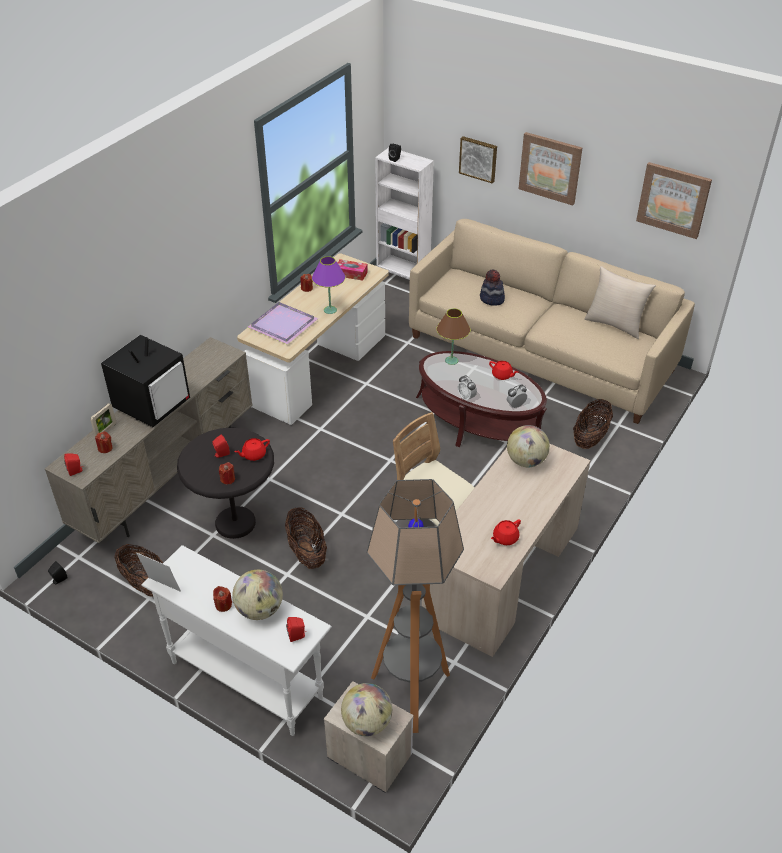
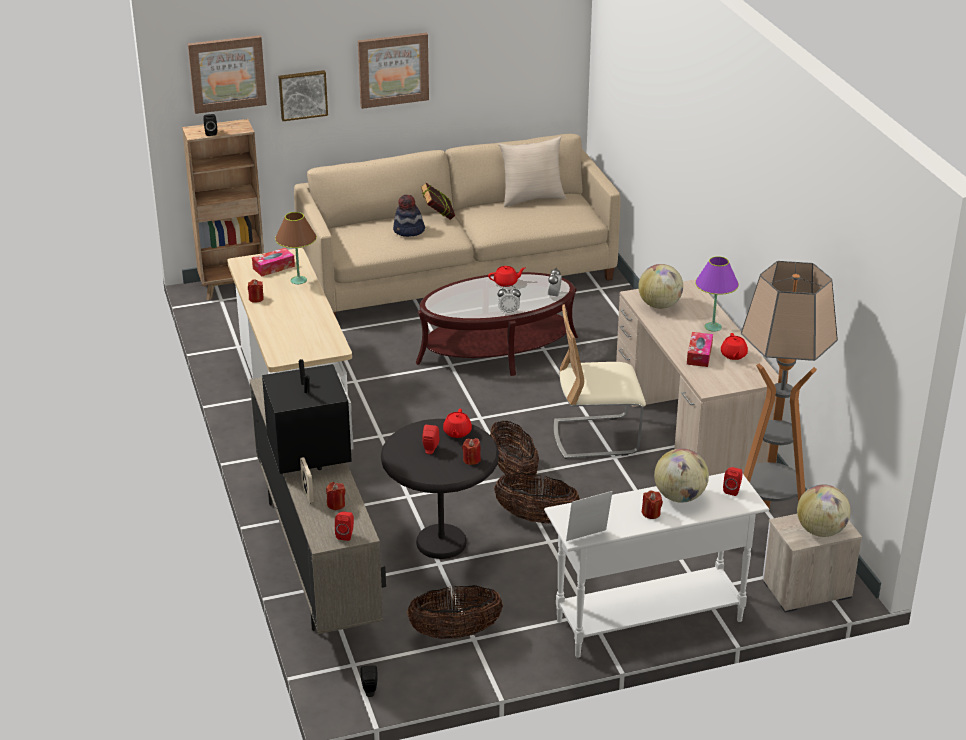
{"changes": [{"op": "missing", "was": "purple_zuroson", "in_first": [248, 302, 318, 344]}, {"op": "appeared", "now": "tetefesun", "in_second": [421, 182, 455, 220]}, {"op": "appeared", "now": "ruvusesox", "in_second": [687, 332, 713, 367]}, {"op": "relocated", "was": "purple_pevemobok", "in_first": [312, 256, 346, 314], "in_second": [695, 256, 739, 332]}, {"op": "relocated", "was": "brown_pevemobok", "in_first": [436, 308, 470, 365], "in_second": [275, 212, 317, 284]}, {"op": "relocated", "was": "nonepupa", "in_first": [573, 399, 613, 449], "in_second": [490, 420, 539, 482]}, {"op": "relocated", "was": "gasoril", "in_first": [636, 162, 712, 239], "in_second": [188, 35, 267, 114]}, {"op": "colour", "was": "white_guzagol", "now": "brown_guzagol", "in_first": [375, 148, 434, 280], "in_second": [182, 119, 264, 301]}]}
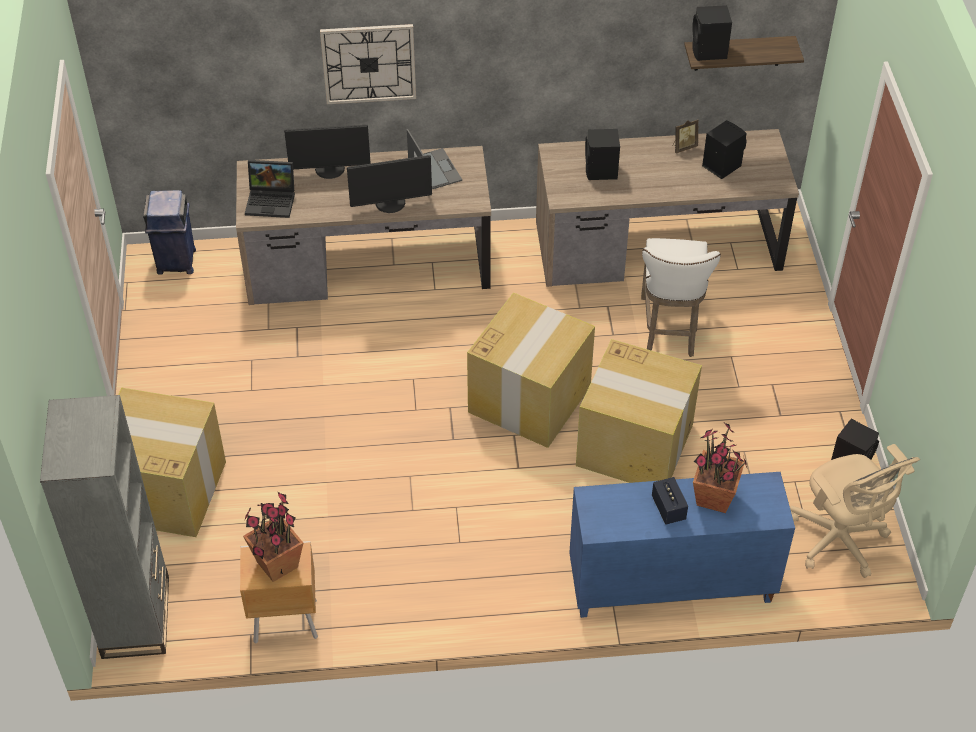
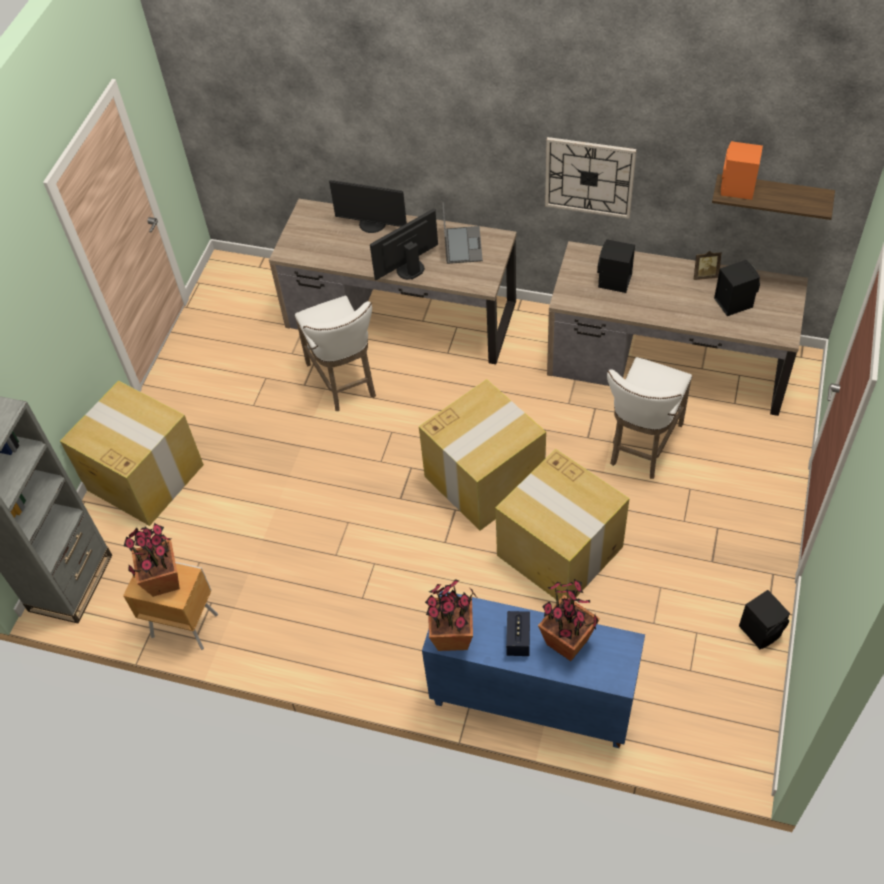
{"changes": [{"op": "missing", "was": "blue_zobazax", "in_first": [143, 190, 196, 275]}, {"op": "missing", "was": "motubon", "in_first": [245, 160, 295, 218]}, {"op": "missing", "was": "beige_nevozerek", "in_first": [790, 444, 920, 578]}, {"op": "appeared", "now": "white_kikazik", "in_second": [295, 296, 376, 411]}, {"op": "appeared", "now": "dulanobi", "in_second": [425, 579, 478, 651]}, {"op": "relocated", "was": "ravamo", "in_first": [320, 24, 416, 104], "in_second": [545, 137, 636, 219]}, {"op": "colour", "was": "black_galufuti", "now": "orange_galufuti", "in_first": [692, 5, 732, 61], "in_second": [721, 141, 763, 200]}, {"op": "spun", "was": "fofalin", "in_first": [347, 155, 432, 213], "in_second": [370, 208, 438, 280], "clockwise": 135}]}
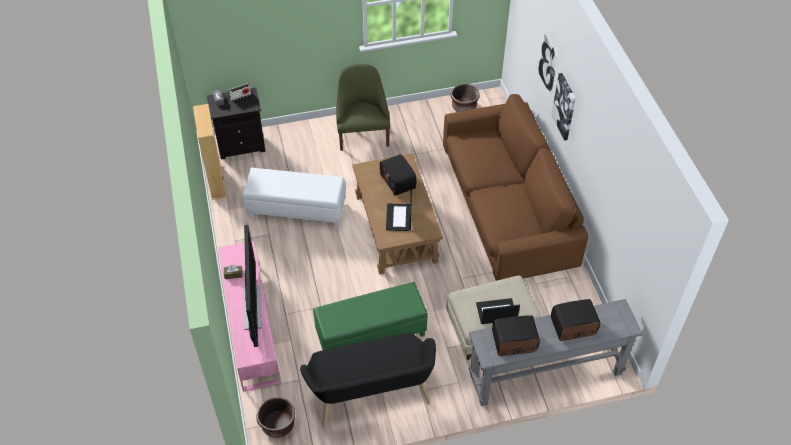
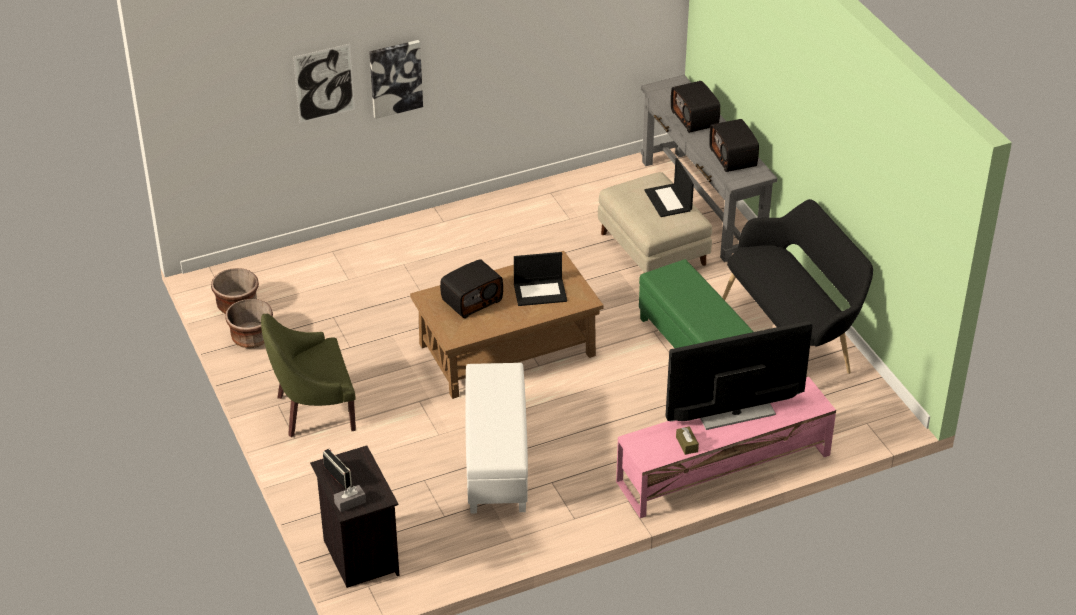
{"changes": [{"op": "missing", "was": "beige_guzagol", "in_first": [193, 104, 227, 200]}, {"op": "missing", "was": "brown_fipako", "in_first": [443, 94, 588, 281]}, {"op": "relocated", "was": "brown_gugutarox", "in_first": [256, 397, 295, 438], "in_second": [225, 299, 273, 348]}]}
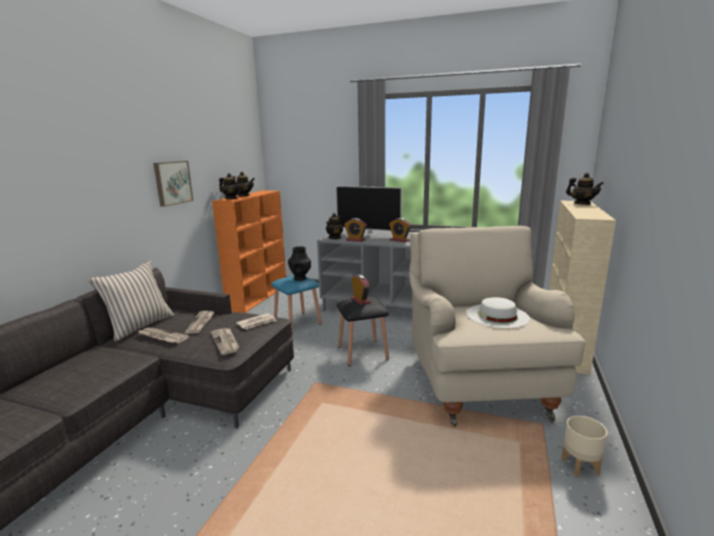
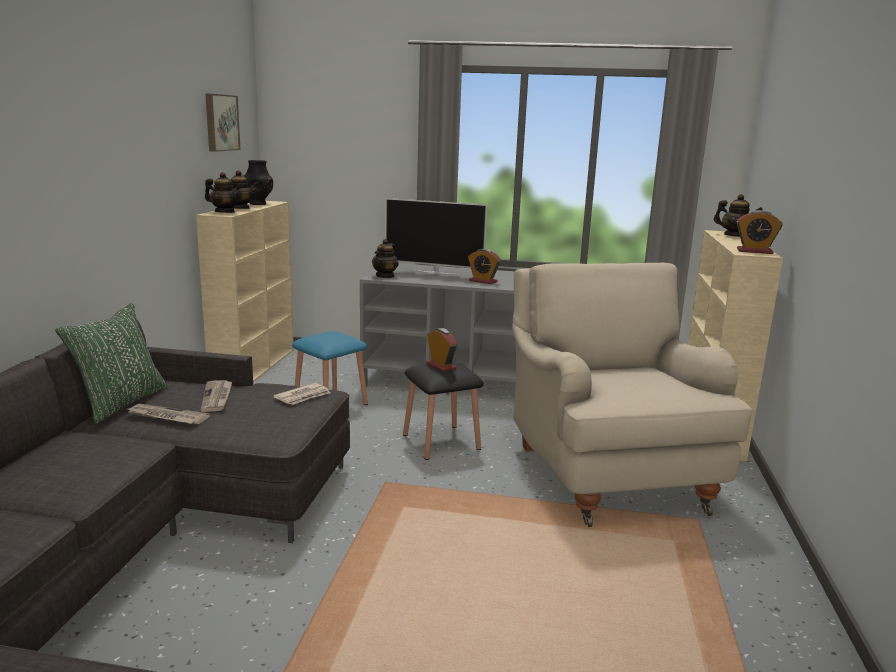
{"changes": [{"op": "missing", "was": "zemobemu", "in_first": [211, 328, 239, 355]}, {"op": "missing", "was": "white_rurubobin", "in_first": [467, 297, 530, 328]}, {"op": "missing", "was": "beige_gugutarox", "in_first": [561, 416, 607, 478]}, {"op": "relocated", "was": "gasoril", "in_first": [153, 161, 193, 207], "in_second": [205, 93, 240, 152]}, {"op": "relocated", "was": "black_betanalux", "in_first": [288, 246, 311, 281], "in_second": [244, 160, 273, 205]}, {"op": "relocated", "was": "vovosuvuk", "in_first": [344, 218, 367, 242], "in_second": [737, 210, 783, 254]}, {"op": "colour", "was": "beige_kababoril", "now": "green_kababoril", "in_first": [88, 260, 174, 341], "in_second": [55, 303, 168, 424]}, {"op": "colour", "was": "orange_guzagol", "now": "beige_guzagol", "in_first": [212, 190, 286, 313], "in_second": [196, 201, 294, 382]}]}
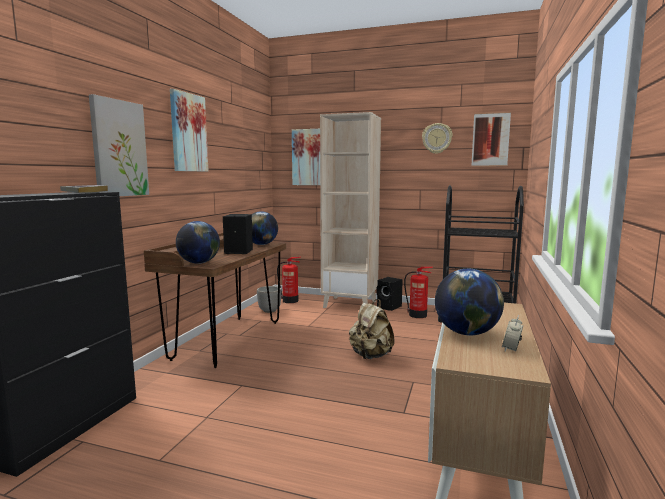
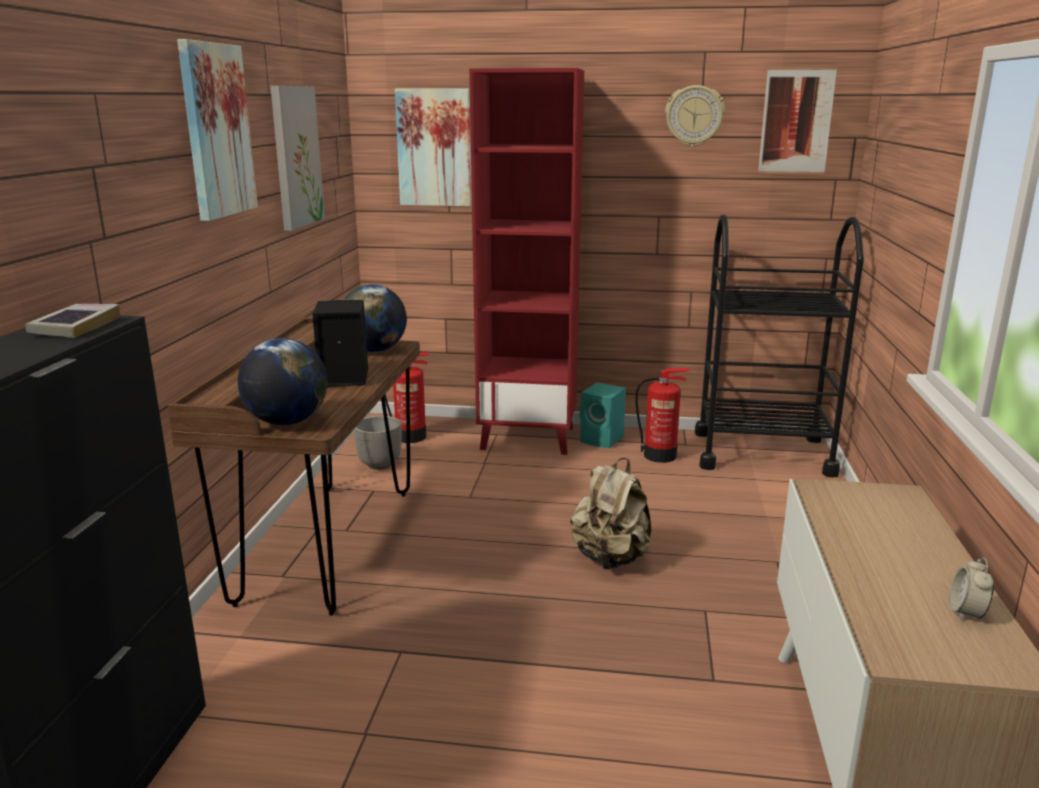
{"changes": [{"op": "missing", "was": "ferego", "in_first": [435, 269, 504, 335]}, {"op": "relocated", "was": "gasoril", "in_first": [89, 94, 149, 196], "in_second": [271, 86, 325, 231]}, {"op": "colour", "was": "beige_guzagol", "now": "red_guzagol", "in_first": [320, 112, 381, 308], "in_second": [469, 68, 584, 455]}, {"op": "colour", "was": "black_galufuti", "now": "turquoise_galufuti", "in_first": [377, 277, 403, 311], "in_second": [580, 383, 626, 448]}]}
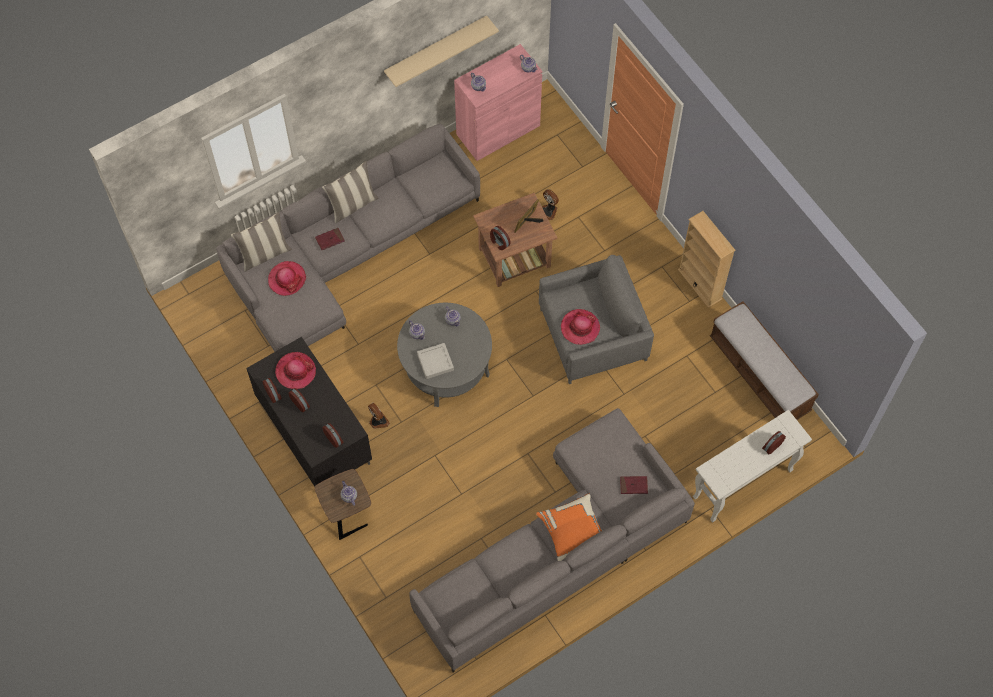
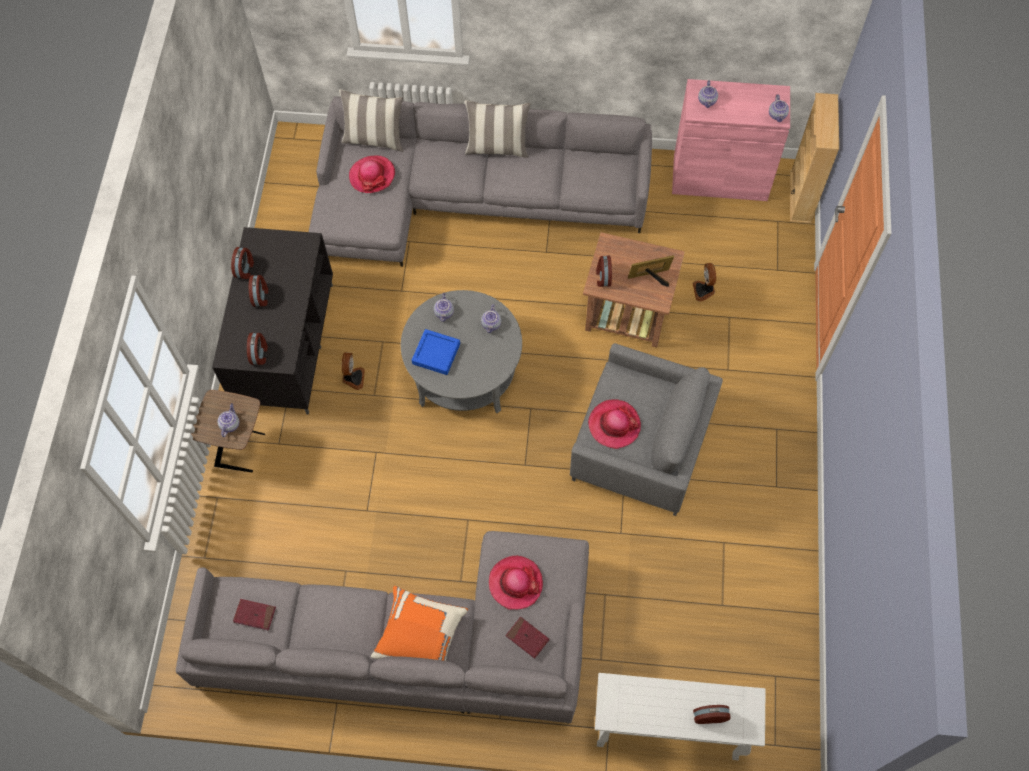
{"changes": [{"op": "missing", "was": "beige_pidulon", "in_first": [384, 15, 499, 87]}, {"op": "missing", "was": "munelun", "in_first": [710, 301, 819, 420]}, {"op": "relocated", "was": "rurubobin", "in_first": [275, 352, 316, 389], "in_second": [489, 556, 543, 610]}, {"op": "relocated", "was": "red_tetefesun", "in_first": [315, 228, 345, 250], "in_second": [233, 599, 276, 631]}, {"op": "relocated", "was": "beige_guzagol", "in_first": [678, 211, 735, 308], "in_second": [790, 93, 839, 224]}, {"op": "colour", "was": "grey_zuroson", "now": "blue_zuroson", "in_first": [417, 343, 454, 379], "in_second": [412, 329, 460, 375]}]}
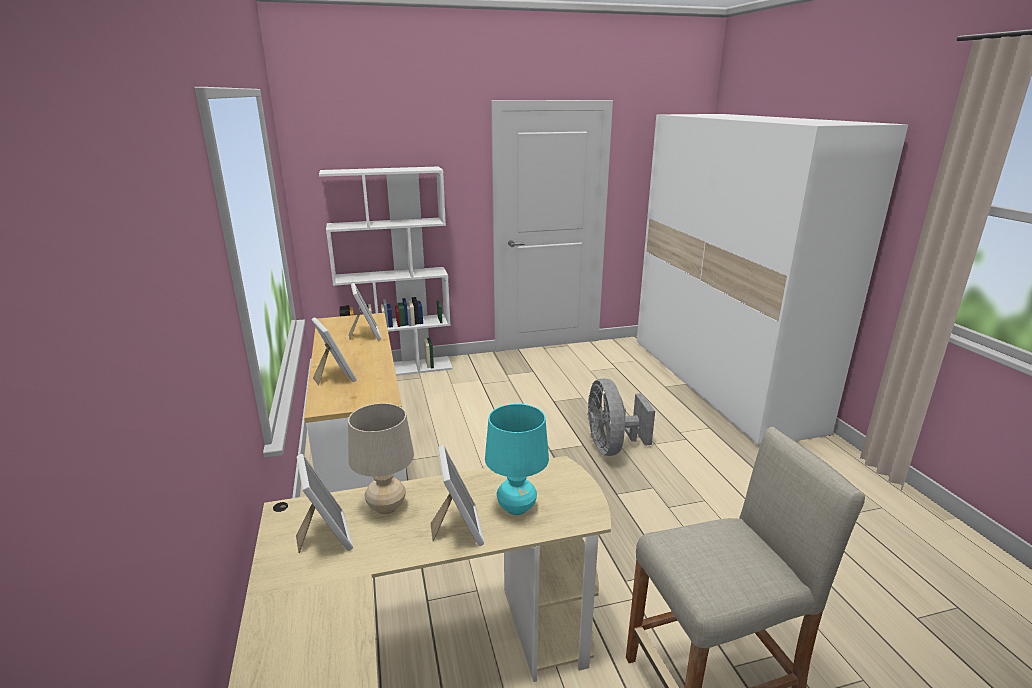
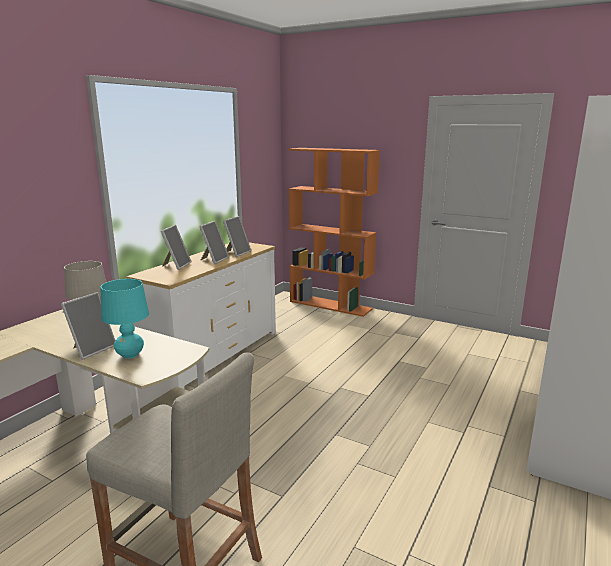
{"changes": [{"op": "missing", "was": "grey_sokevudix", "in_first": [587, 378, 655, 456]}, {"op": "relocated", "was": "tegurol", "in_first": [296, 454, 353, 553], "in_second": [199, 221, 229, 264]}, {"op": "colour", "was": "white_guzagol", "now": "orange_guzagol", "in_first": [319, 166, 453, 376], "in_second": [288, 148, 380, 317]}]}
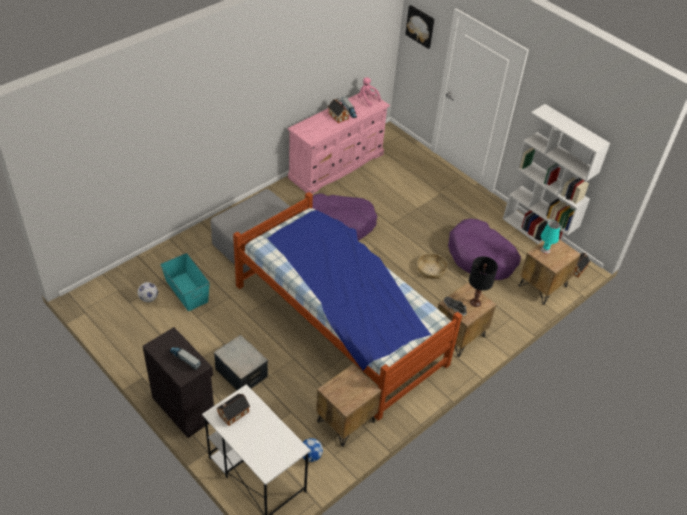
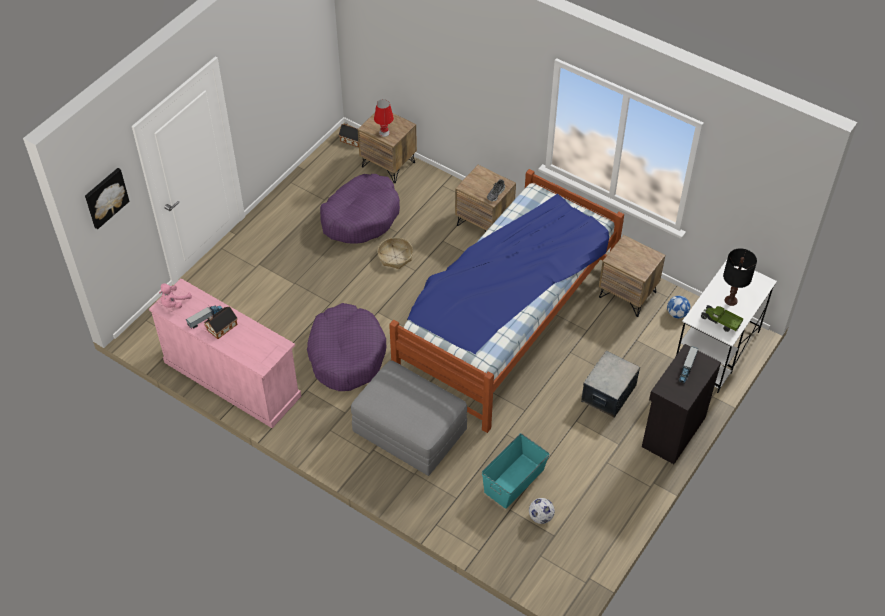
{"changes": [{"op": "missing", "was": "white_guzagol", "in_first": [503, 104, 610, 244]}, {"op": "relocated", "was": "black_pevemobok", "in_first": [469, 256, 498, 307], "in_second": [723, 248, 757, 306]}, {"op": "exchanged", "was": "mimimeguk", "now": "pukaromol", "in_first": [216, 394, 250, 426], "in_second": [700, 305, 744, 332]}, {"op": "colour", "was": "turquoise_pevemobok", "now": "red_pevemobok", "in_first": [541, 220, 560, 254], "in_second": [374, 99, 394, 137]}]}
